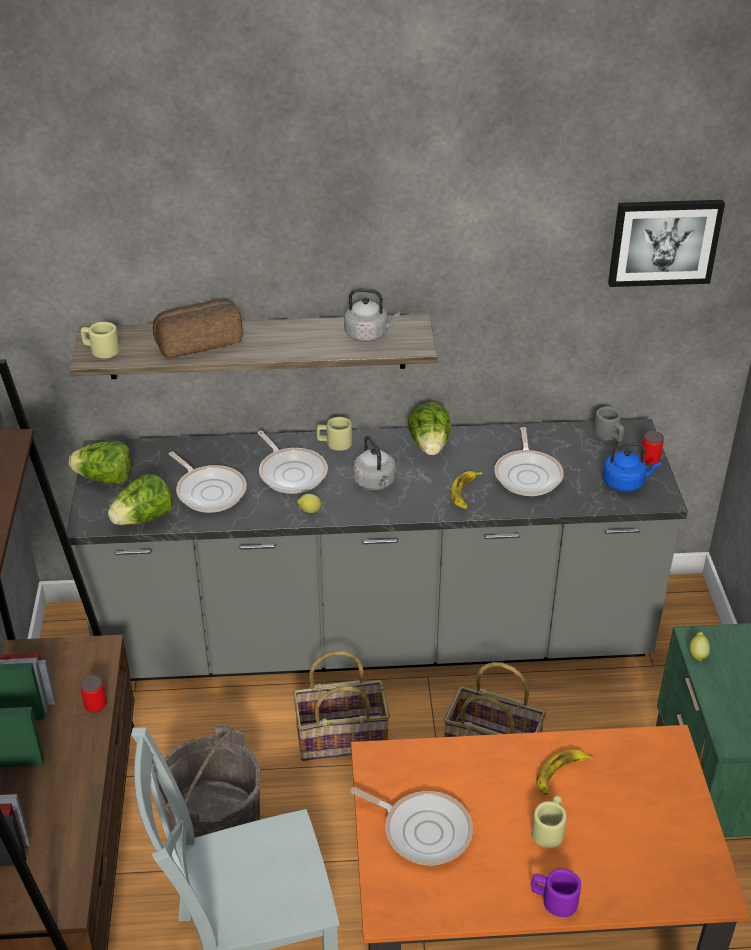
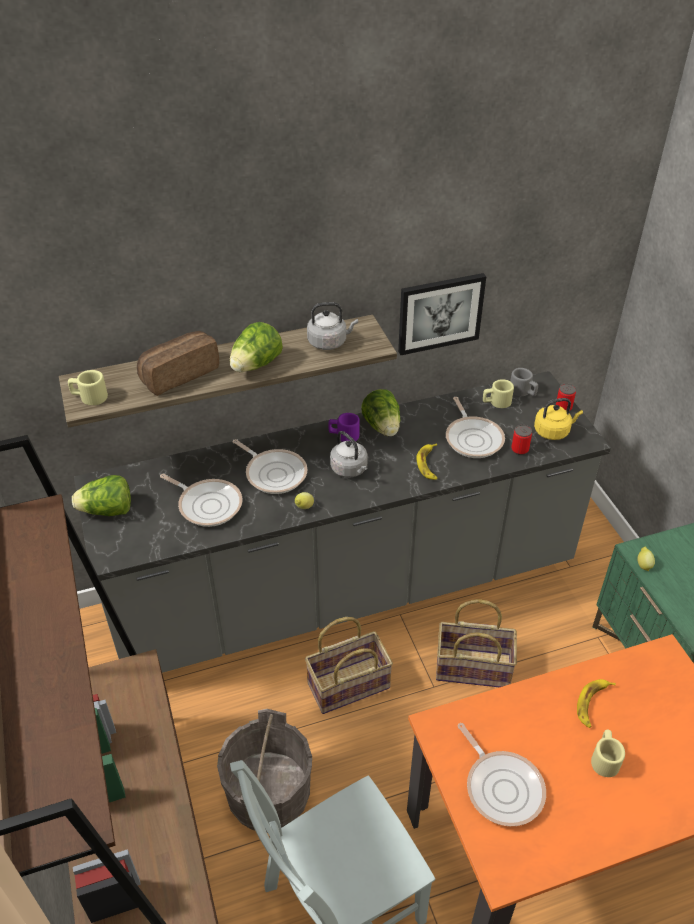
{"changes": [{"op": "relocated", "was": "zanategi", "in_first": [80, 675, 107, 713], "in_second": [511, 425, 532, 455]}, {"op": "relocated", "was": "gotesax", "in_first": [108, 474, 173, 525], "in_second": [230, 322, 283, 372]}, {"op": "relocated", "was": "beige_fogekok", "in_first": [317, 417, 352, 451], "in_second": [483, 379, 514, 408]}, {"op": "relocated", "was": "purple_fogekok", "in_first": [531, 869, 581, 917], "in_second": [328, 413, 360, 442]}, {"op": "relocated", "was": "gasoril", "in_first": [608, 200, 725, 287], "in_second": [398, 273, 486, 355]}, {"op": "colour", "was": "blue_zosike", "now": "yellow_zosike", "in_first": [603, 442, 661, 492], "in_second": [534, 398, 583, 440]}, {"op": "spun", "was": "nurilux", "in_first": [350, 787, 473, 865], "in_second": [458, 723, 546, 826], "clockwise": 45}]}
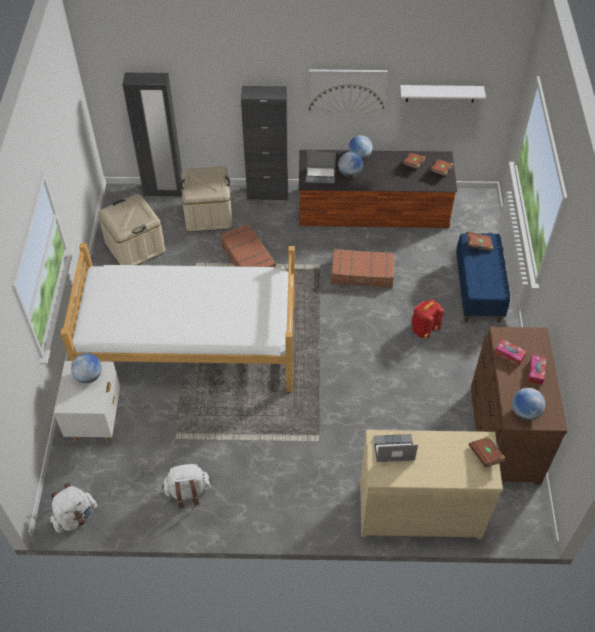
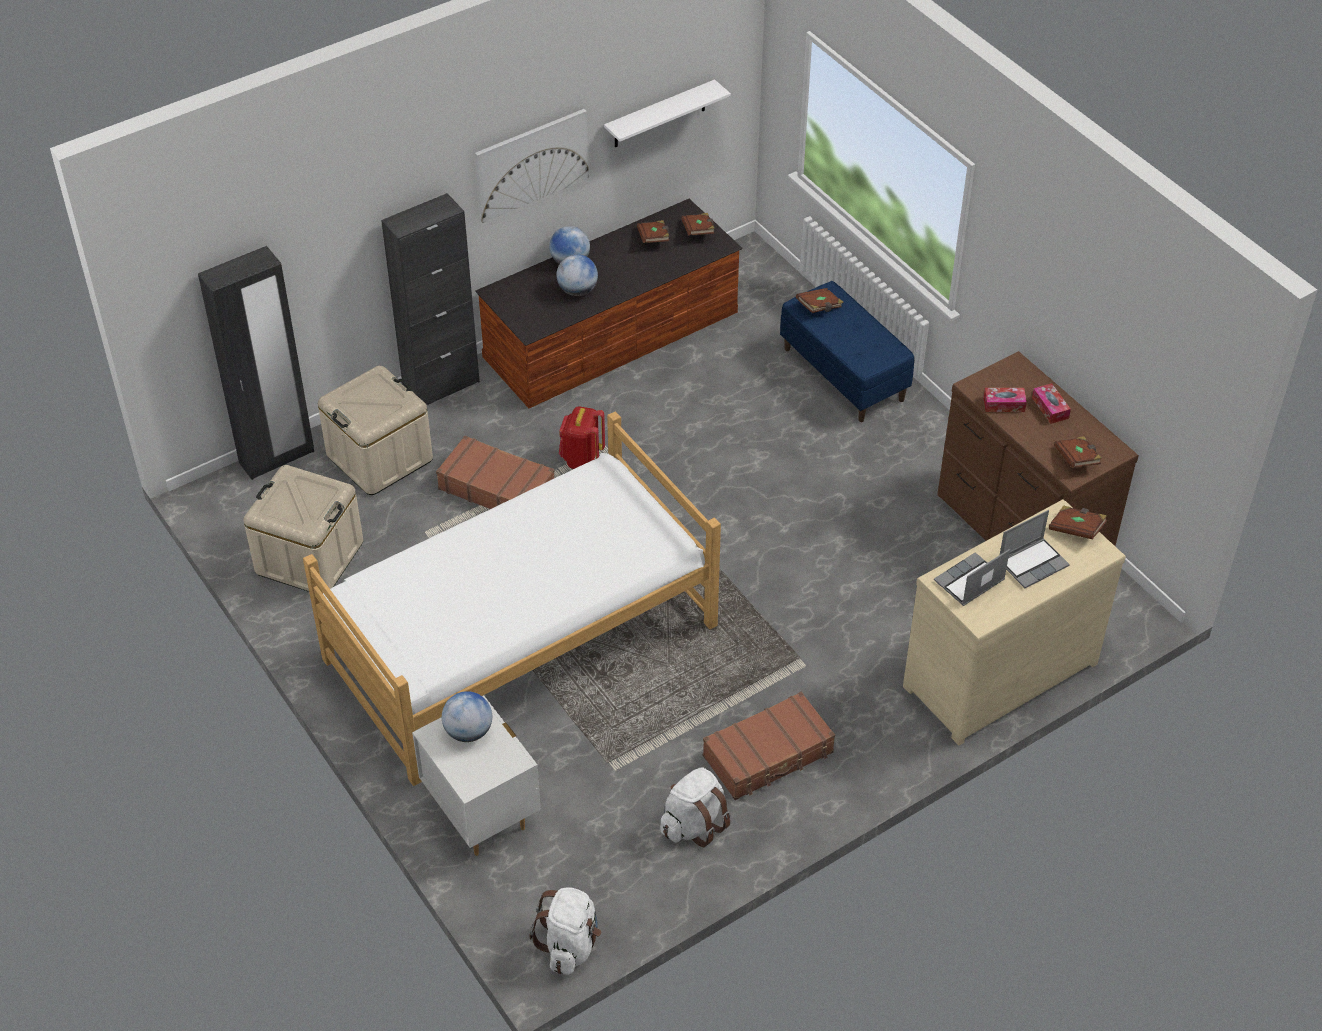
{"changes": [{"op": "relocated", "was": "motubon", "in_first": [306, 151, 336, 184], "in_second": [1000, 510, 1070, 588]}, {"op": "relocated", "was": "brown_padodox", "in_first": [331, 249, 395, 288], "in_second": [703, 692, 835, 800]}, {"op": "relocated", "was": "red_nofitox", "in_first": [411, 299, 444, 339], "in_second": [559, 406, 605, 469]}, {"op": "exchanged", "was": "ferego", "now": "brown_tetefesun", "in_first": [512, 388, 545, 420], "in_second": [1054, 436, 1102, 468]}]}
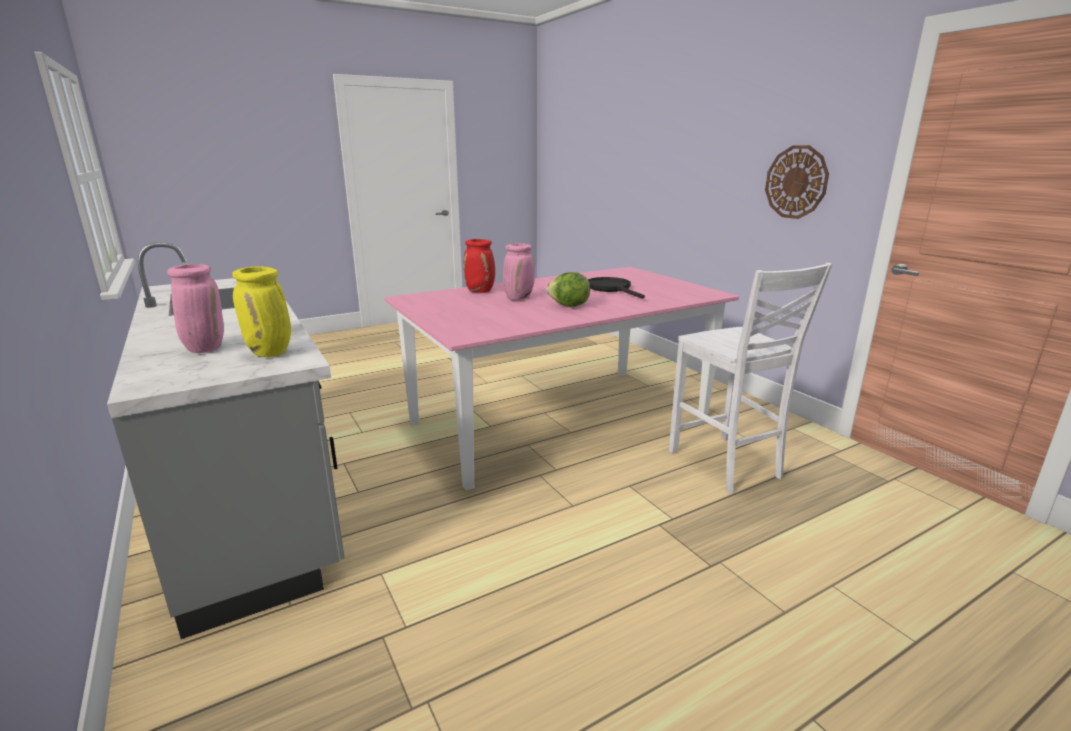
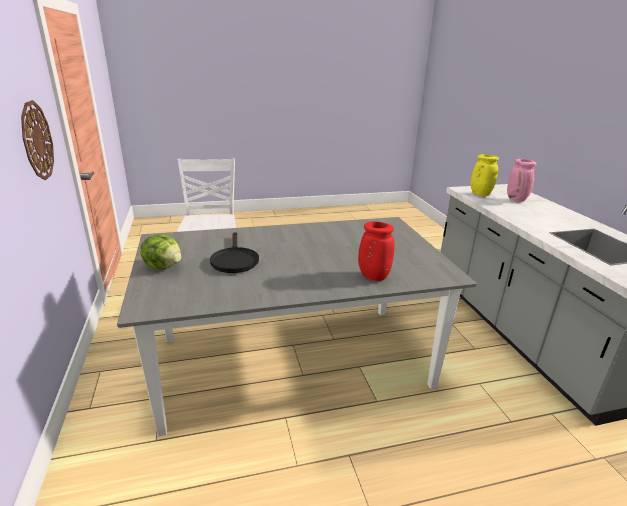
{"changes": [{"op": "missing", "was": "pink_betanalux", "in_first": [503, 243, 535, 300]}, {"op": "relocated", "was": "gotesax", "in_first": [546, 272, 590, 307], "in_second": [140, 234, 181, 269]}, {"op": "colour", "was": "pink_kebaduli", "now": "grey_kebaduli", "in_first": [384, 267, 739, 490], "in_second": [117, 217, 477, 436]}]}
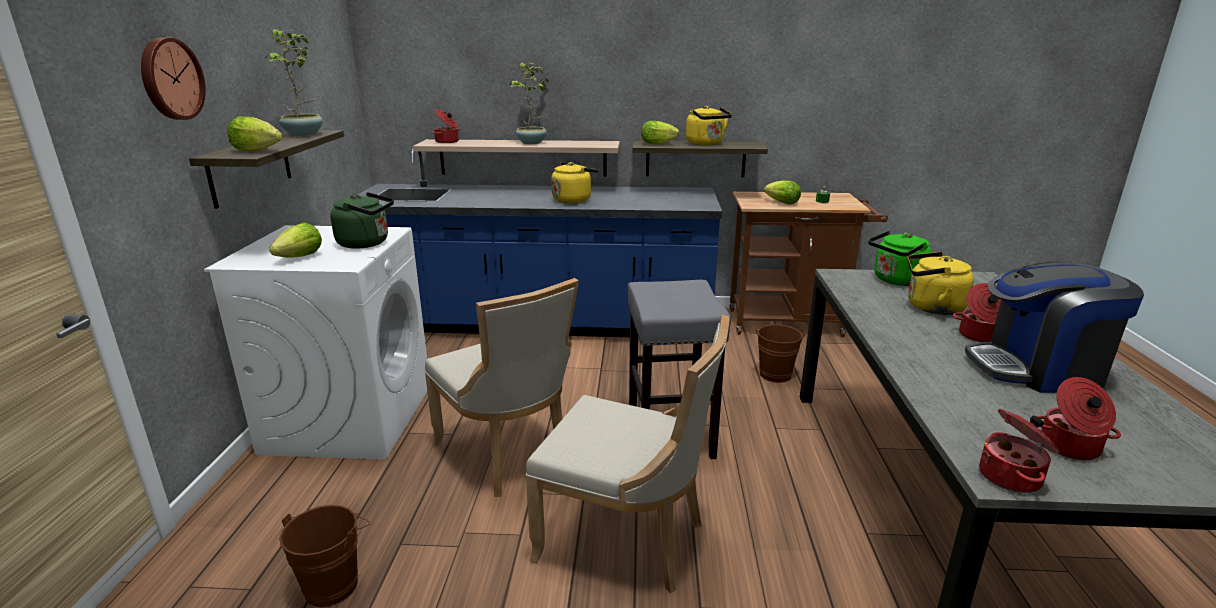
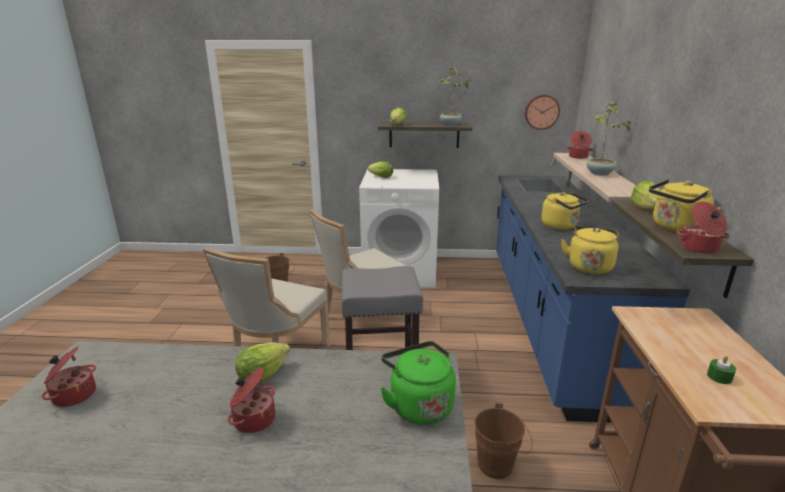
{"changes": [{"op": "missing", "was": "green_zosike", "in_first": [330, 192, 394, 249]}, {"op": "missing", "was": "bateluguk", "in_first": [965, 262, 1144, 393]}, {"op": "relocated", "was": "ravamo", "in_first": [141, 37, 206, 120], "in_second": [525, 95, 560, 130]}, {"op": "relocated", "was": "gotesax", "in_first": [764, 180, 801, 204], "in_second": [235, 342, 290, 383]}, {"op": "relocated", "was": "yellow_zosike", "in_first": [908, 252, 974, 315], "in_second": [561, 226, 619, 274]}, {"op": "relocated", "was": "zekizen", "in_first": [979, 409, 1060, 493], "in_second": [676, 201, 730, 254]}]}
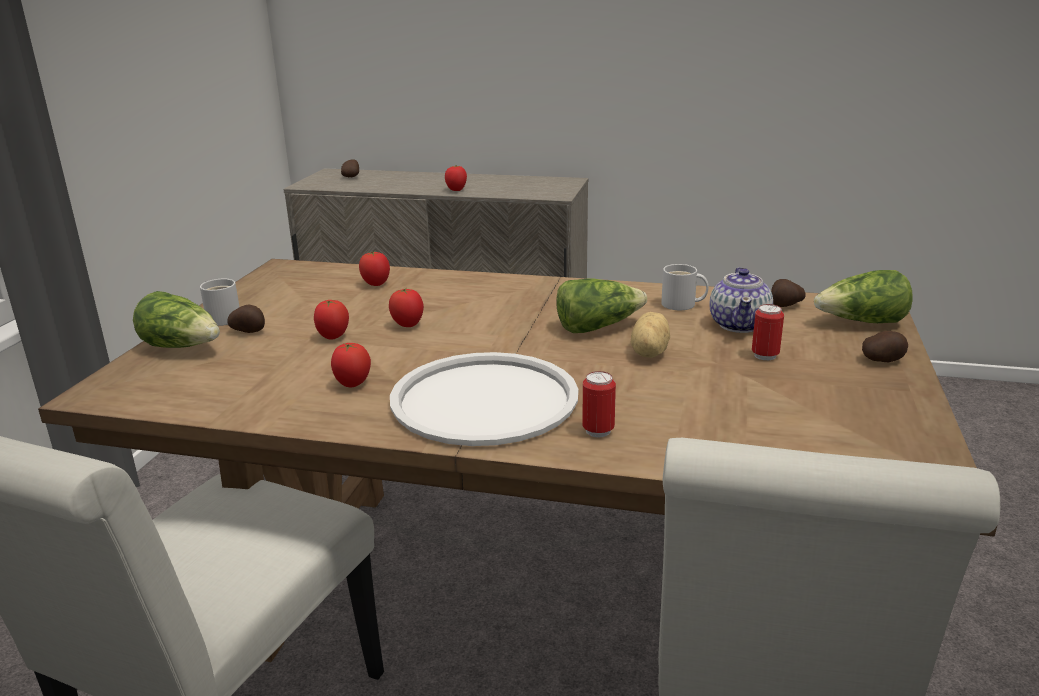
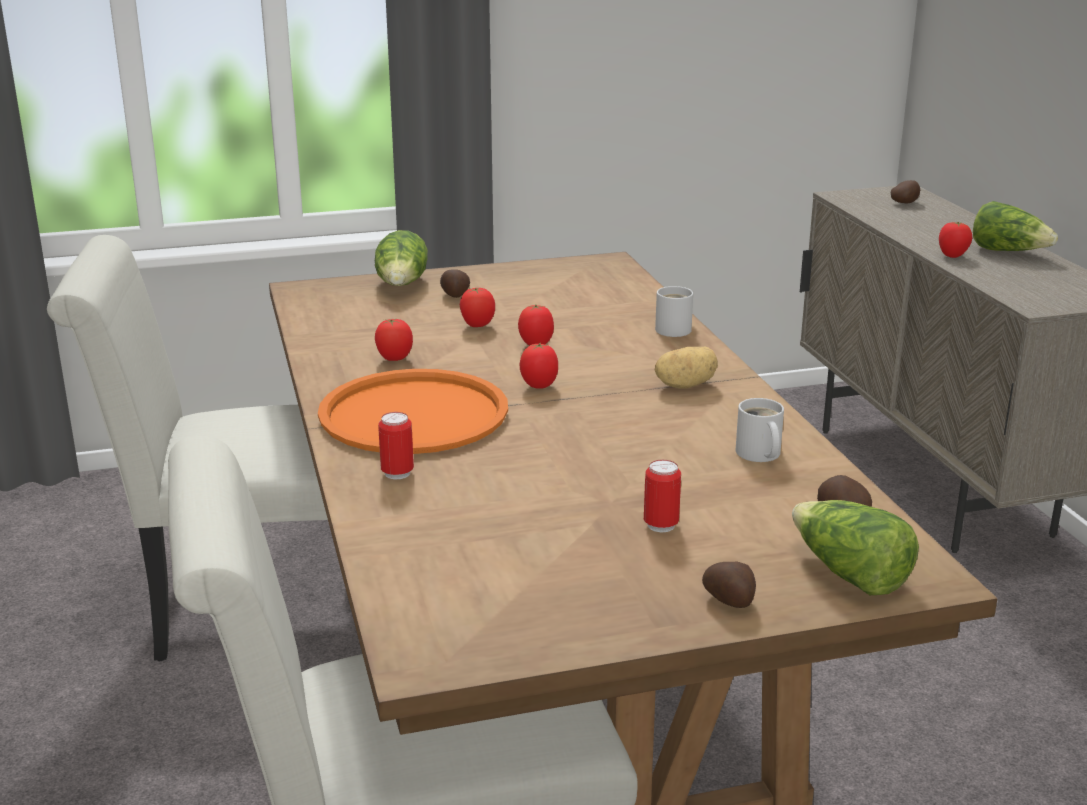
{"changes": [{"op": "missing", "was": "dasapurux", "in_first": [710, 267, 773, 333]}, {"op": "relocated", "was": "white_fogekok", "in_first": [200, 279, 239, 326], "in_second": [655, 286, 693, 337]}, {"op": "relocated", "was": "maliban", "in_first": [359, 252, 390, 286], "in_second": [520, 343, 558, 389]}, {"op": "relocated", "was": "gotesax", "in_first": [557, 279, 647, 333], "in_second": [973, 201, 1058, 251]}, {"op": "relocated", "was": "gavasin", "in_first": [631, 312, 670, 358], "in_second": [655, 347, 718, 389]}, {"op": "colour", "was": "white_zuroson", "now": "orange_zuroson", "in_first": [390, 352, 578, 446], "in_second": [318, 369, 508, 454]}]}
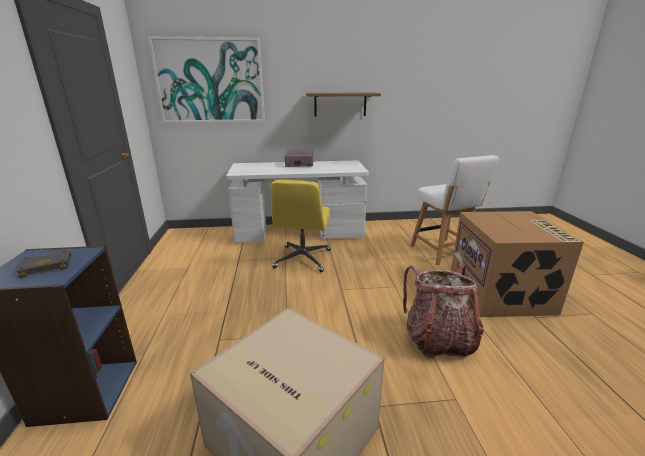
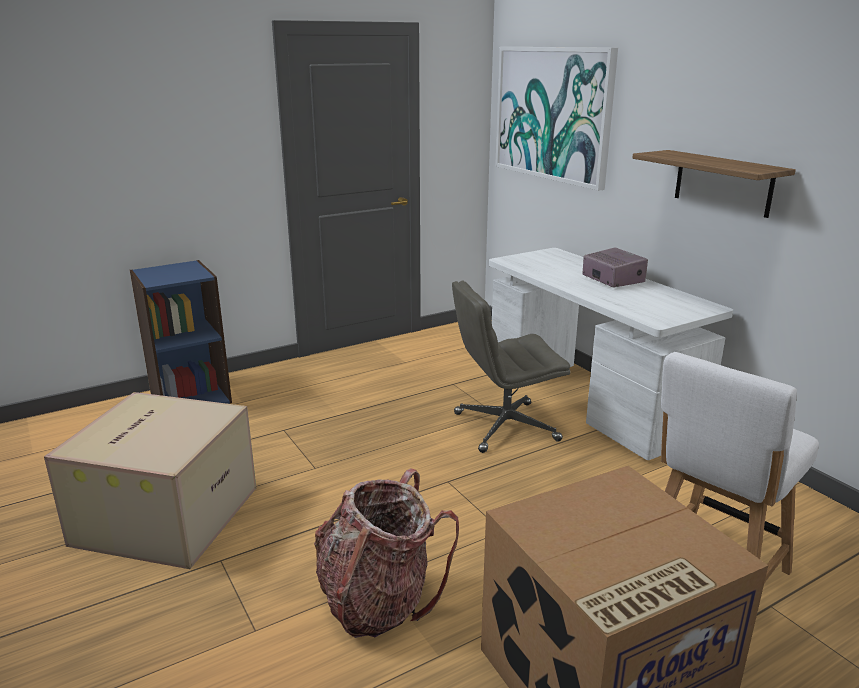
{"changes": [{"op": "missing", "was": "black_tetefesun", "in_first": [16, 250, 72, 278]}, {"op": "colour", "was": "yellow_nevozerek", "now": "grey_nevozerek", "in_first": [270, 180, 331, 272], "in_second": [452, 280, 570, 453]}]}
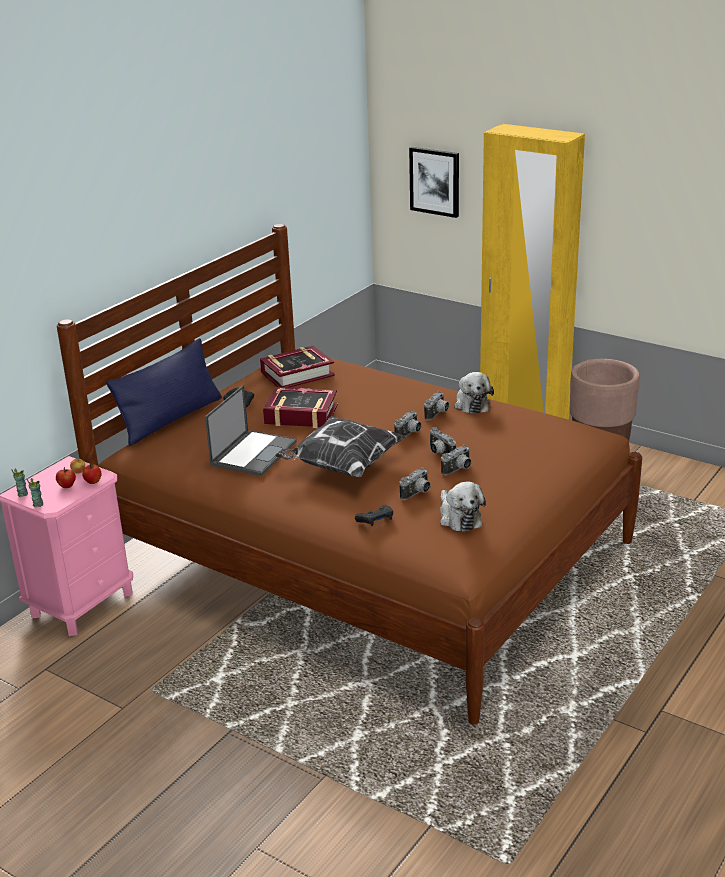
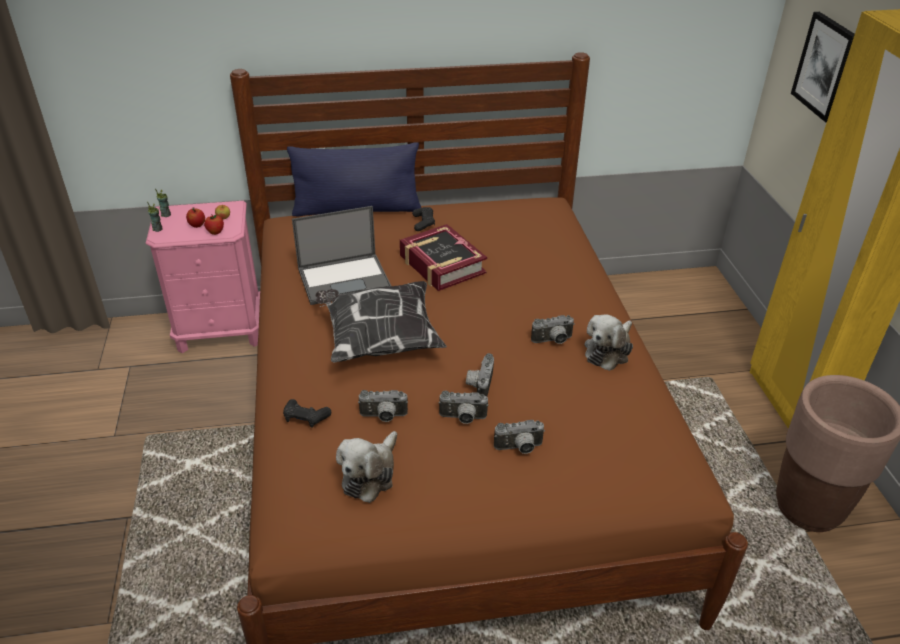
{"changes": [{"op": "missing", "was": "tetefesun", "in_first": [260, 346, 335, 387]}, {"op": "relocated", "was": "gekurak", "in_first": [394, 410, 421, 436], "in_second": [494, 420, 545, 454]}]}
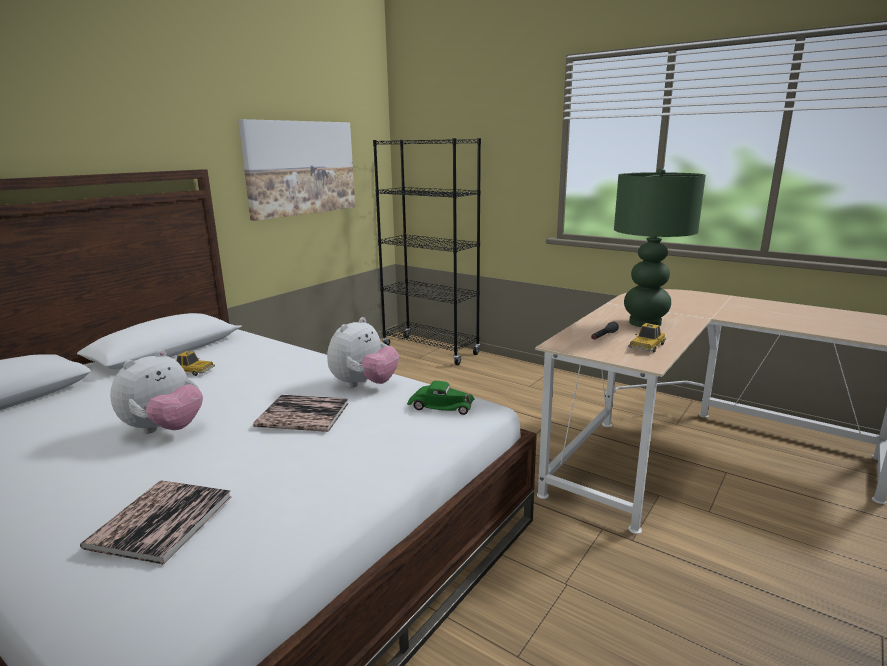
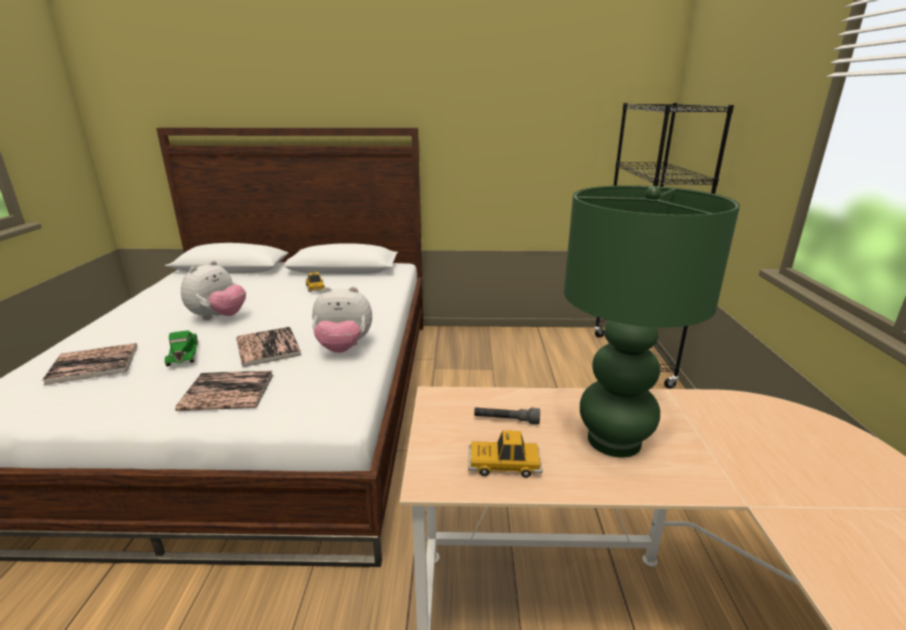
{"changes": [{"op": "missing", "was": "gasoril", "in_first": [238, 119, 355, 221]}, {"op": "appeared", "now": "tetefesun", "in_second": [175, 370, 273, 411]}, {"op": "relocated", "was": "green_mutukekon", "in_first": [407, 381, 475, 415], "in_second": [165, 330, 198, 367]}, {"op": "spun", "was": "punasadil", "in_first": [110, 350, 203, 434], "in_second": [181, 261, 246, 320], "clockwise": -60}]}
